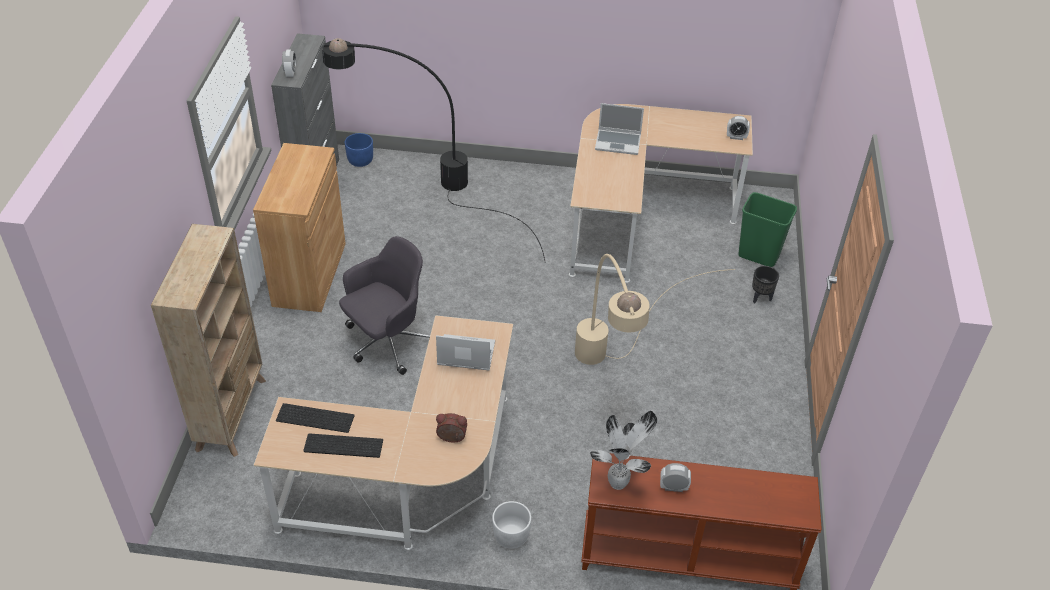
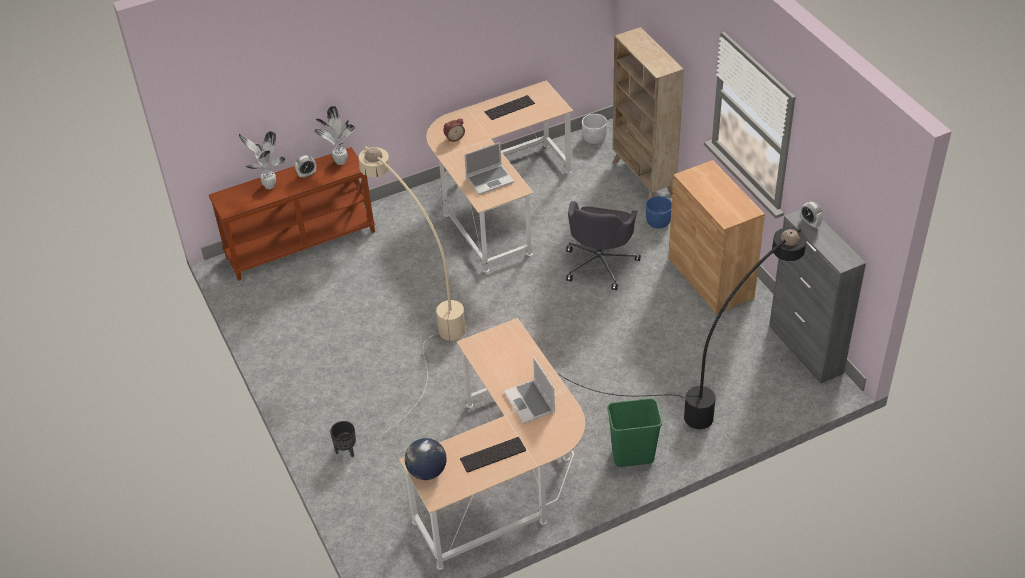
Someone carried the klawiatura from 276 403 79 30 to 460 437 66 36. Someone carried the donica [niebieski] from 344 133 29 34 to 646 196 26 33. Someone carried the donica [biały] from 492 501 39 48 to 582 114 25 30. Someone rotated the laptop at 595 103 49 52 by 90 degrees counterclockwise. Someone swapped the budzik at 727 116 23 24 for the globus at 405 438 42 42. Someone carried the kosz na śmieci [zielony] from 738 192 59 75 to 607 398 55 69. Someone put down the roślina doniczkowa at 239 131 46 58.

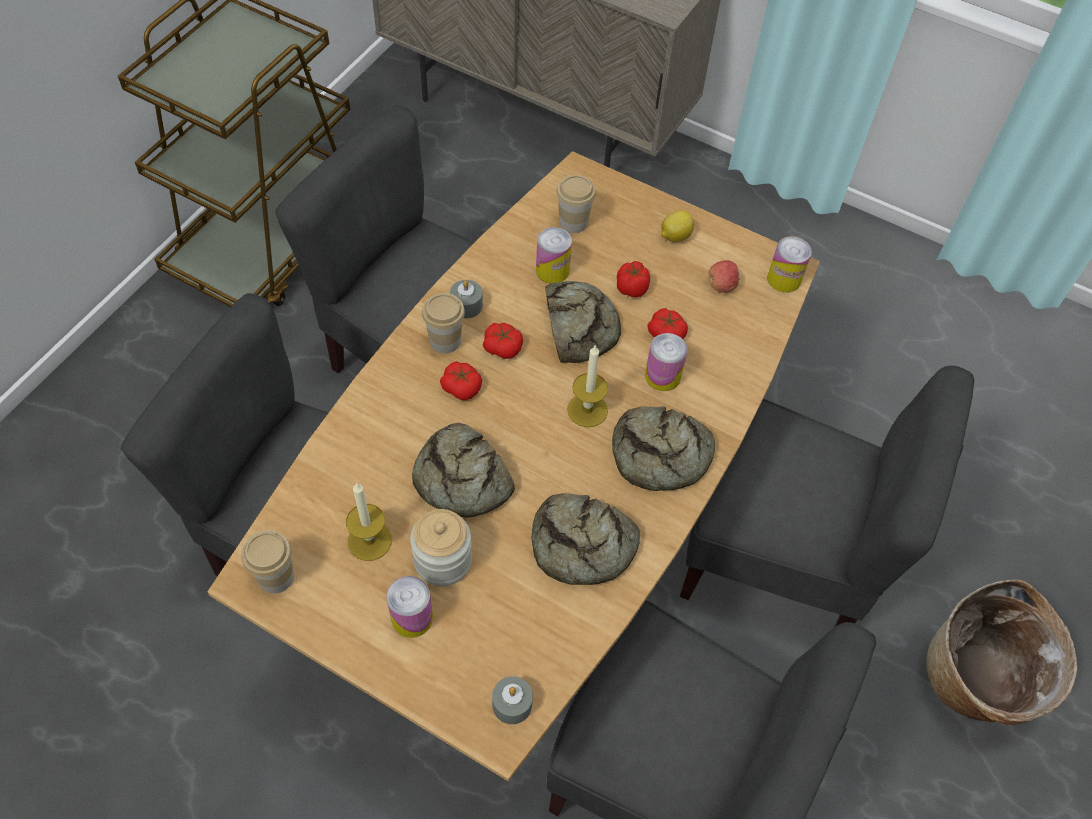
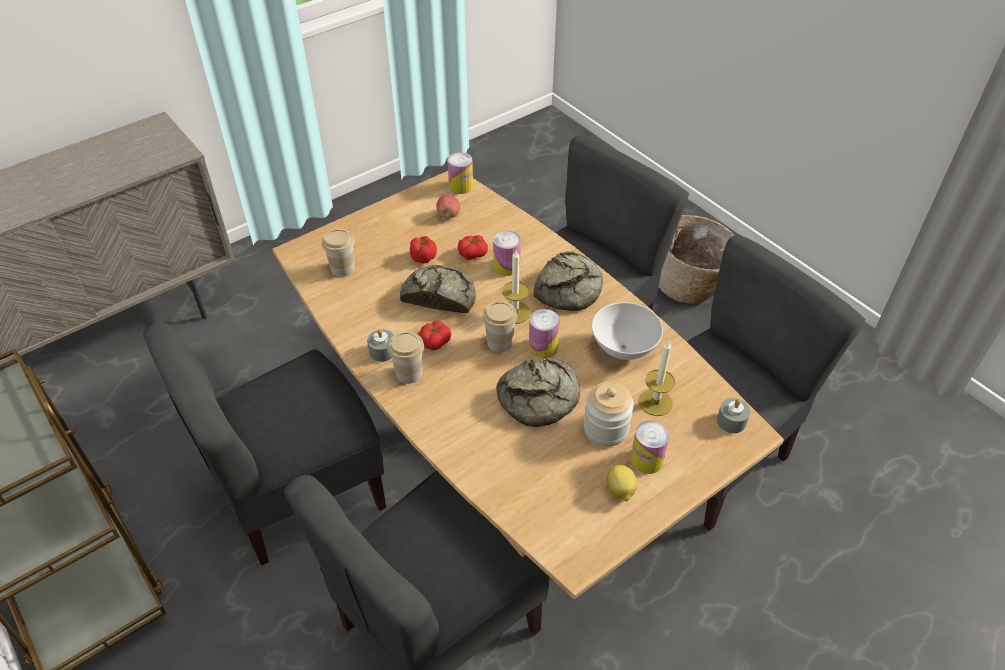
Someone carried the filiżanka from 241 530 53 64 to 483 301 35 51. Someone carried the świeca from 346 482 46 79 to 638 340 37 76. Someone took away the pomidor at 440 361 42 39. Someone swapped the chleb at 531 493 109 92 for the miska [biały] at 592 302 71 58. Someone carried the puszka from 536 227 36 56 to 529 309 31 49. Someone carried the cytryna from 661 211 33 31 to 607 465 30 36.

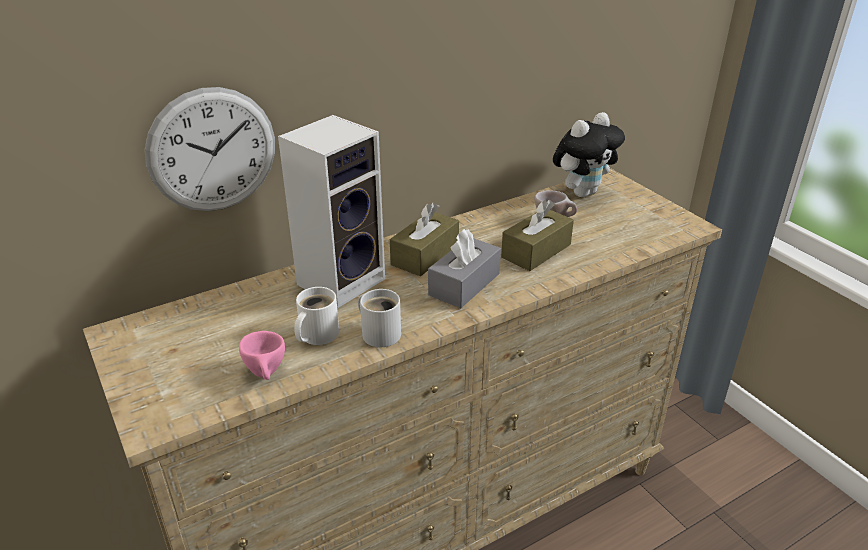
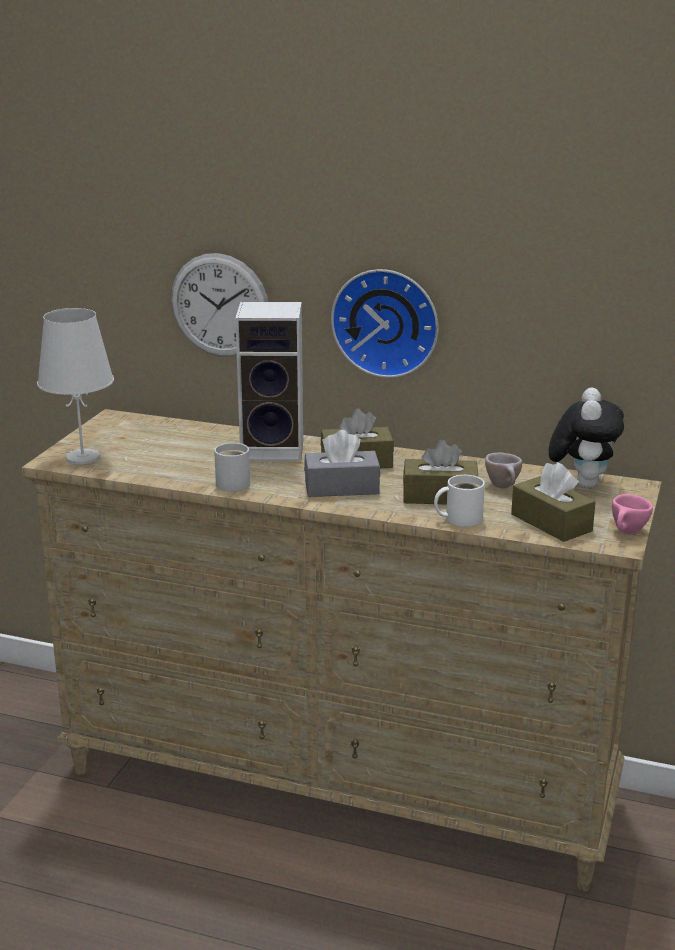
Someone carried the filiżanka [różowy] from 239 331 46 49 to 612 494 41 40. Someone carried the kubek [biały] from 294 287 45 58 to 434 475 51 52. Someone rotated the pluszak at 553 112 72 86 by 90 degrees counterclockwise. Someone put down the lampa stołowa [biały] at 37 308 77 156. Someone put up the zegar ścienny at 331 269 107 109. Someone put down the pudełko chusteczek [brązowy] at 511 462 84 80.

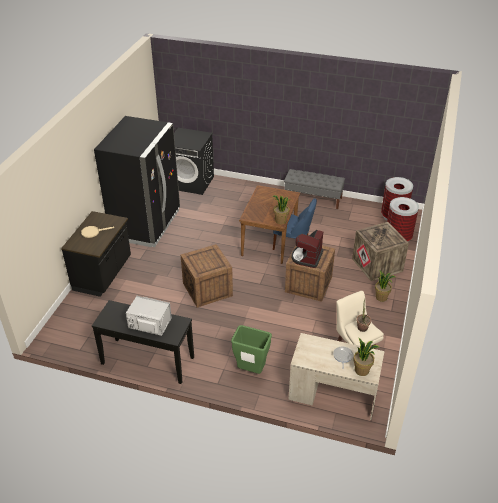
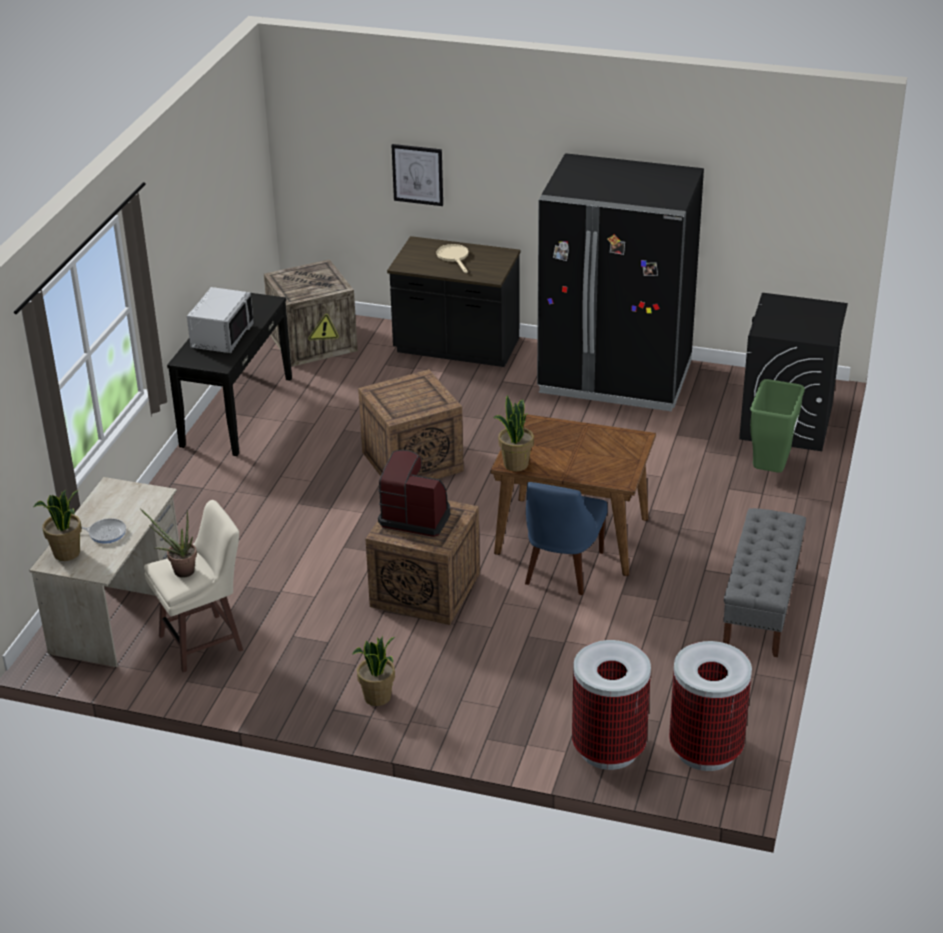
Someone carried the kosz na śmieci [zielony] from 231 325 41 49 to 750 379 55 94. Someone carried the skrzynka from 352 222 57 59 to 264 259 94 108. Someone put up the obraz at 391 144 52 62.

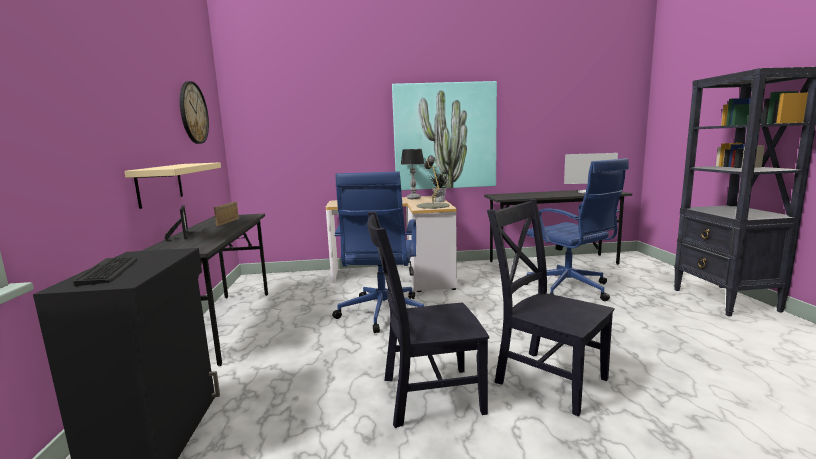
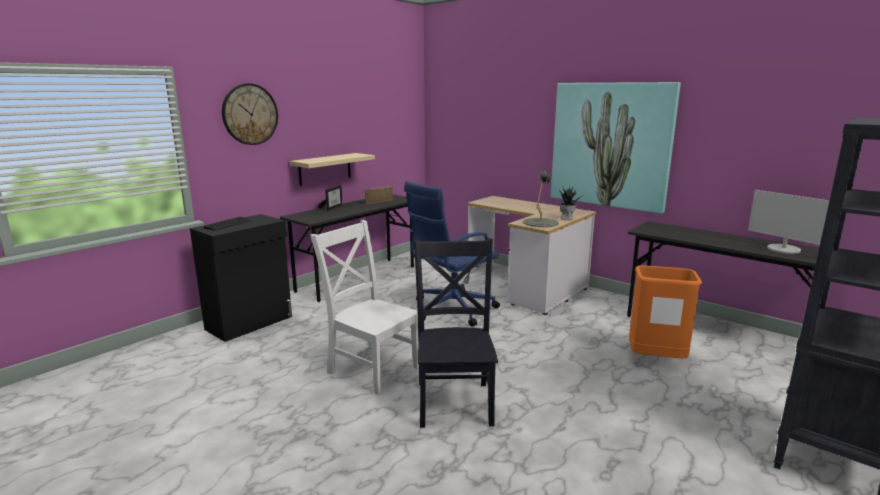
Someone carried the zegar ścienny from 180 81 29 63 to 222 83 56 62. Someone repainted the krzesło [czarny] at 367 212 122 216, which became the krzesło [biały] at 310 220 109 175. Someone took away the lampa stołowa at 401 149 24 50. Someone swapped the krzesło biurowe [niebieski] at 525 158 104 143 for the kosz na śmieci [pomarańczowy] at 629 266 73 92.

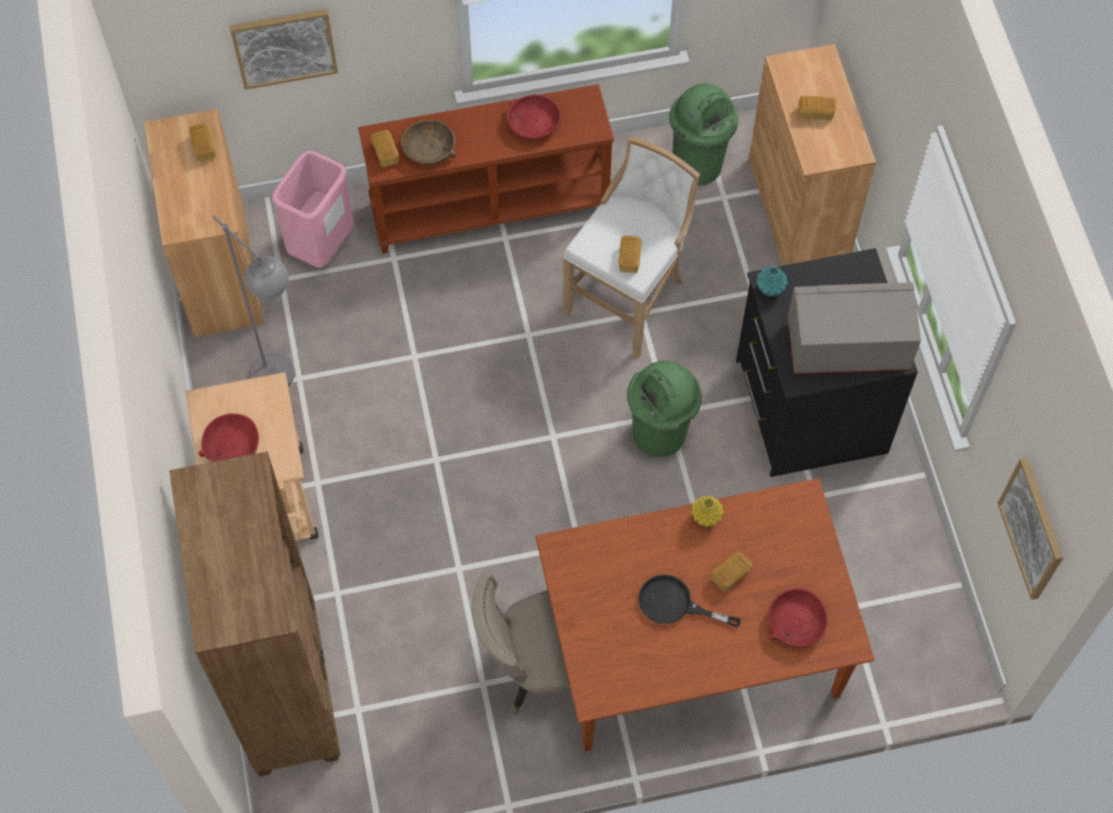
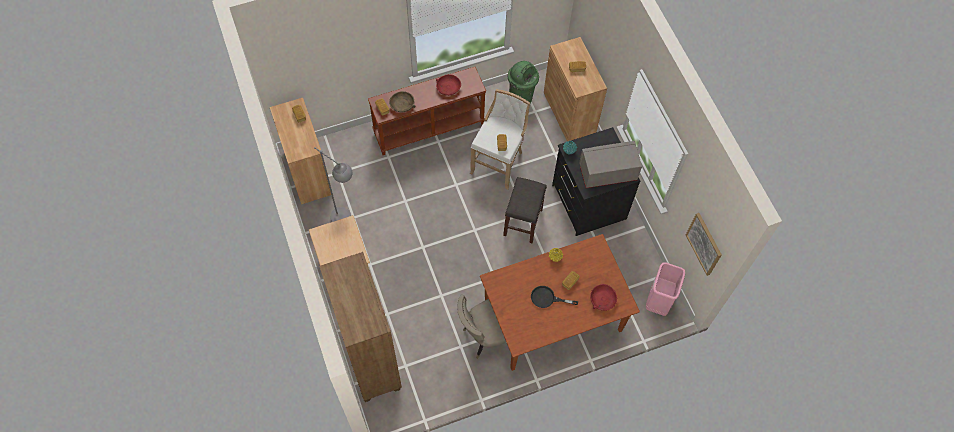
Someone took away the miska [czerwony] at 198 413 61 49. Someone took away the obraz at 230 9 108 81. Someone carried the kosz na śmieci [różowy] from 272 151 81 117 to 646 262 39 54. Someone swapped the kosz na śmieci [zielony] at 627 361 75 96 for the stołek [szary] at 503 177 44 66.

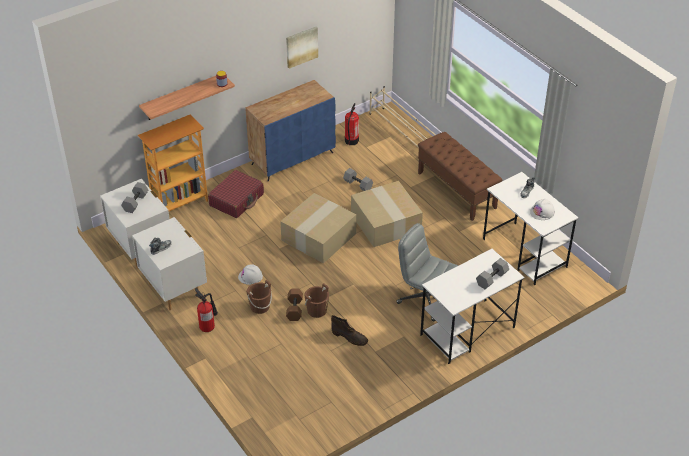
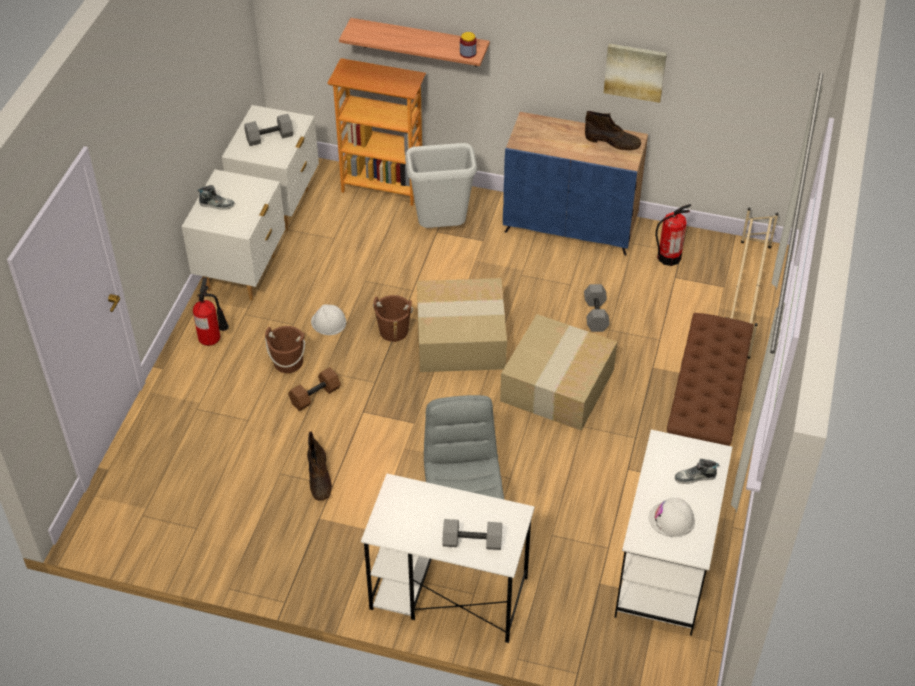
Someone swapped the walizka [czerwony] at 208 170 56 48 for the kosz na śmieci [szary] at 405 143 72 85. Someone carried the wiadro [brązowy] from 304 283 25 35 to 373 295 40 47. Someone put down the but z cholewką [brązowy] at 585 111 56 39.

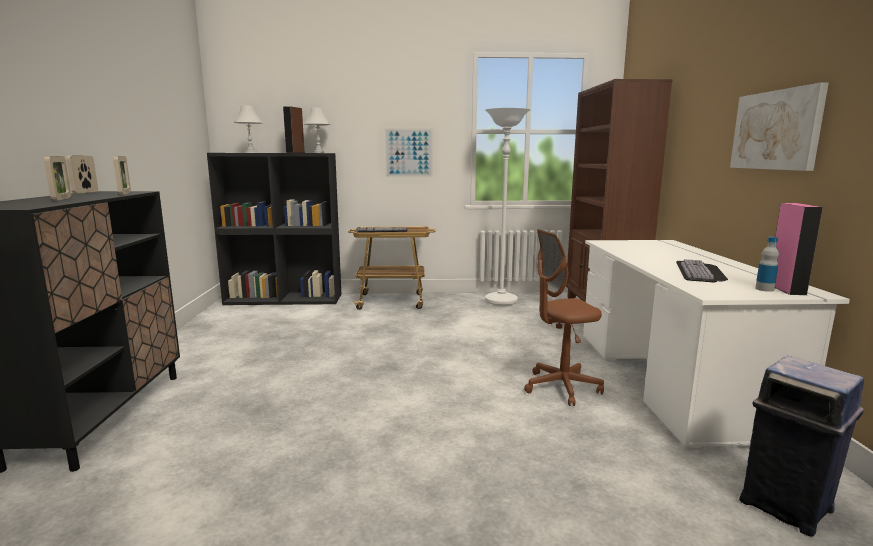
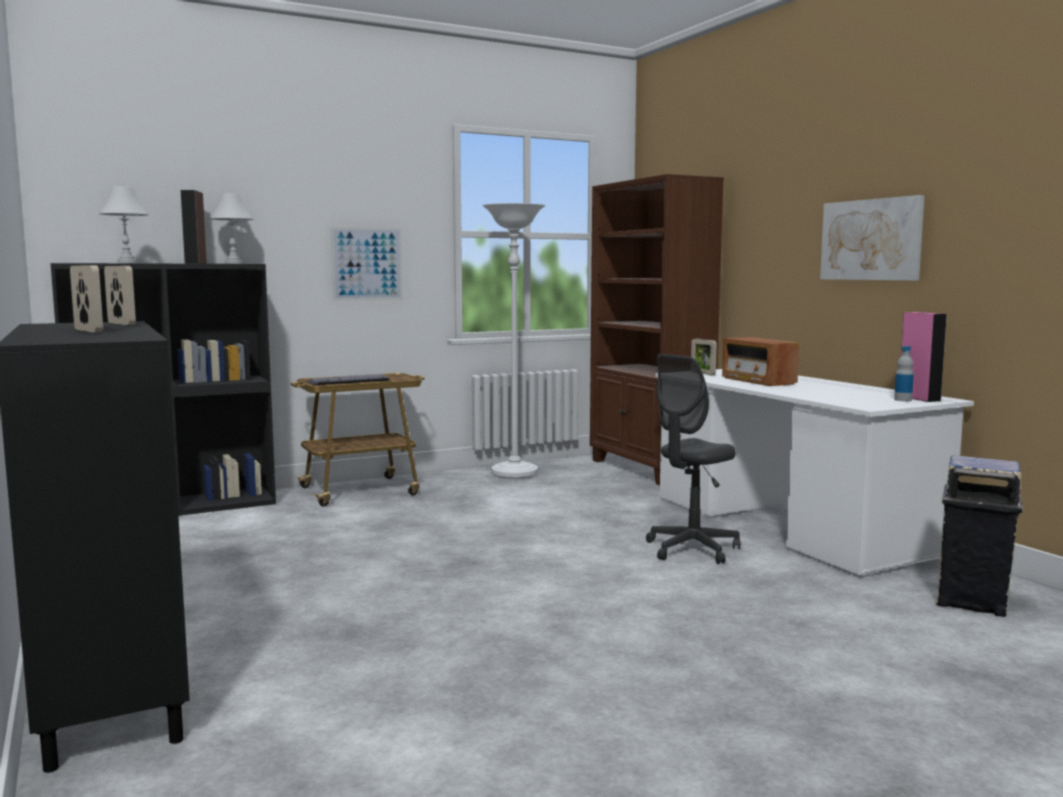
Someone carried the ramka na zdjęcie from 66 156 32 38 to 691 339 26 36. Someone repainted the krzesło biurowe [brązowy] at 524 229 80 177, which became the krzesło biurowe [szary] at 646 354 94 210. Someone took away the klawiatura at 676 259 52 23. Someone repainted the kosz na śmieci [niebieski] at 739 356 125 181, which became the kosz na śmieci [beżowy] at 936 455 87 162. Someone put down the radio at 722 337 77 49.

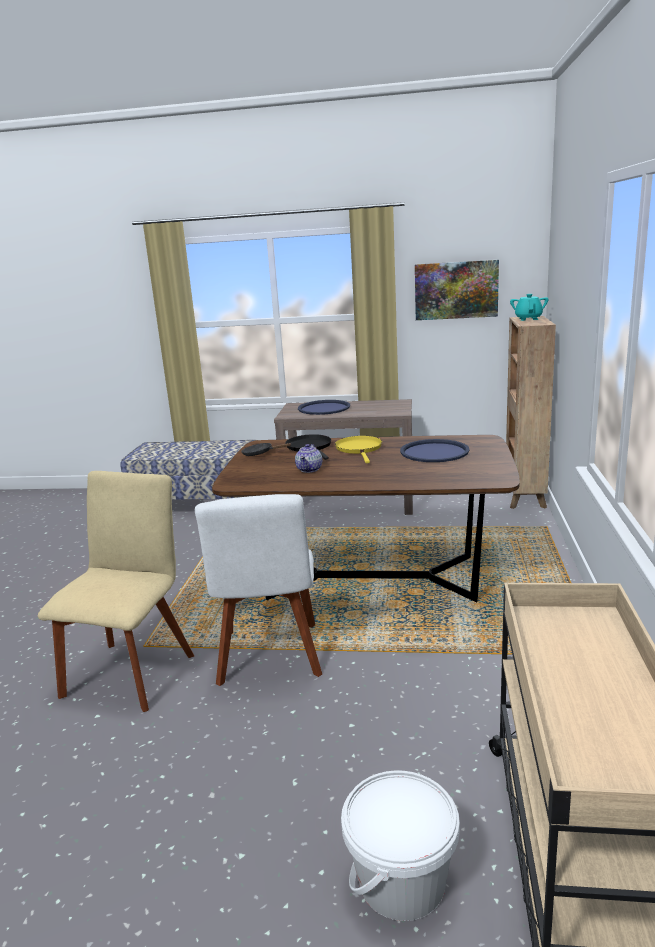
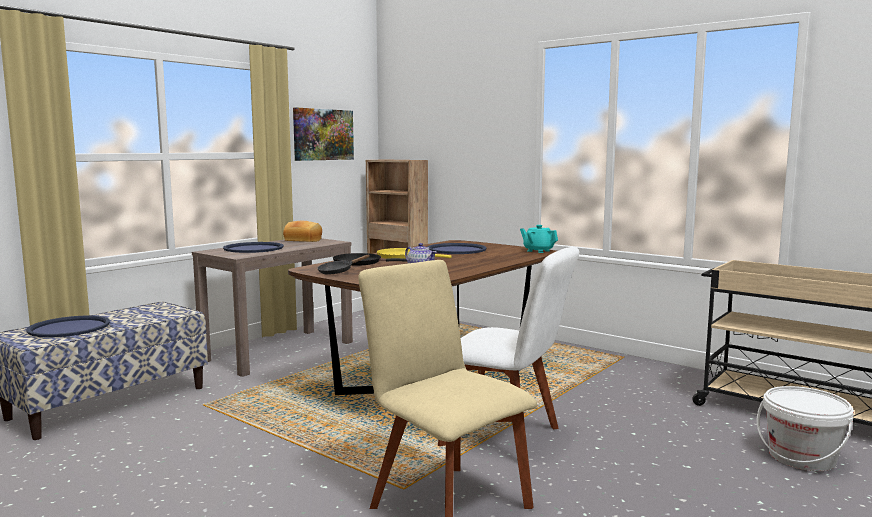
Someone carried the imbryk [turkusowy] from 510 294 39 27 to 520 225 38 28. Someone put down the taca [niebieski] at 26 316 84 21. Someone put down the chleb at 283 221 39 21.

